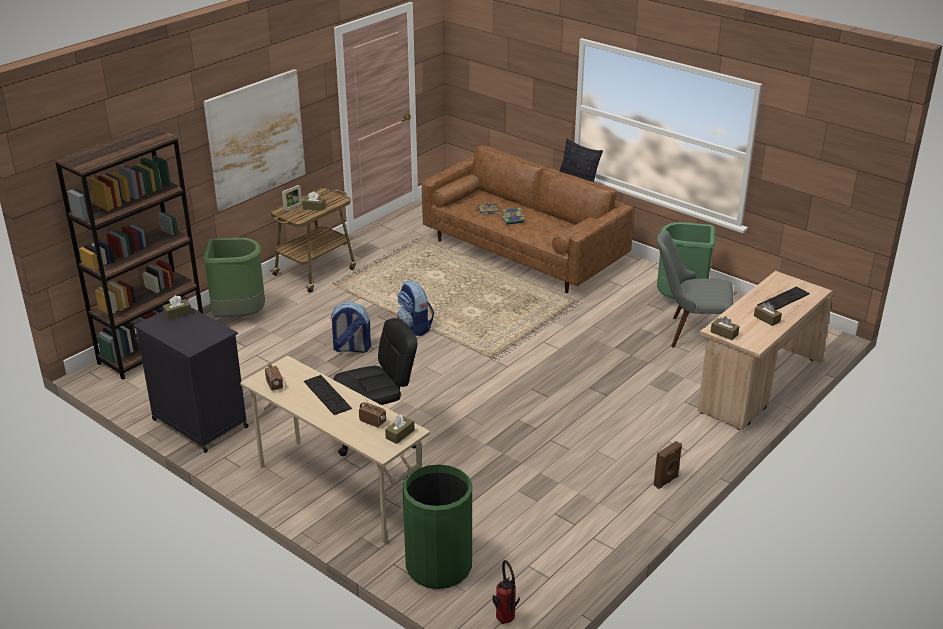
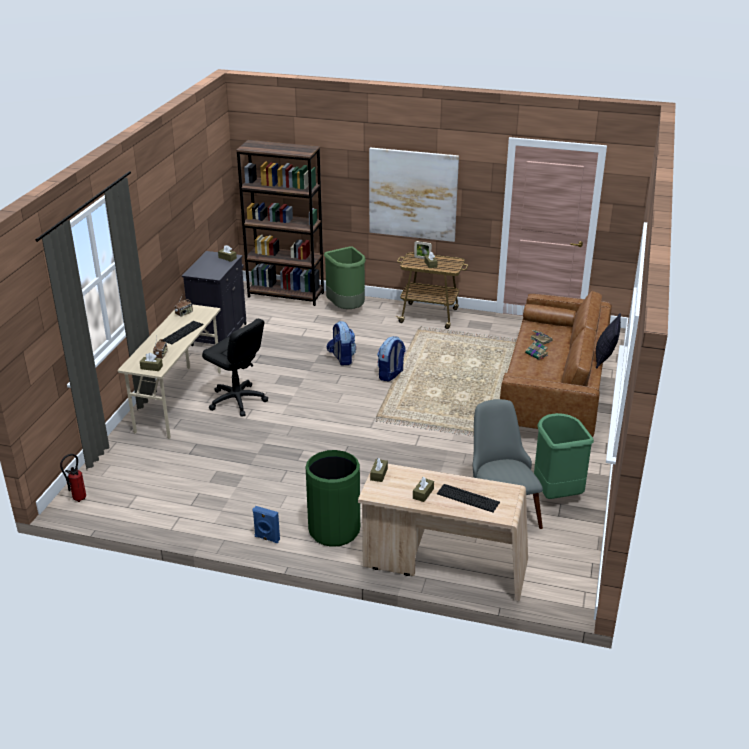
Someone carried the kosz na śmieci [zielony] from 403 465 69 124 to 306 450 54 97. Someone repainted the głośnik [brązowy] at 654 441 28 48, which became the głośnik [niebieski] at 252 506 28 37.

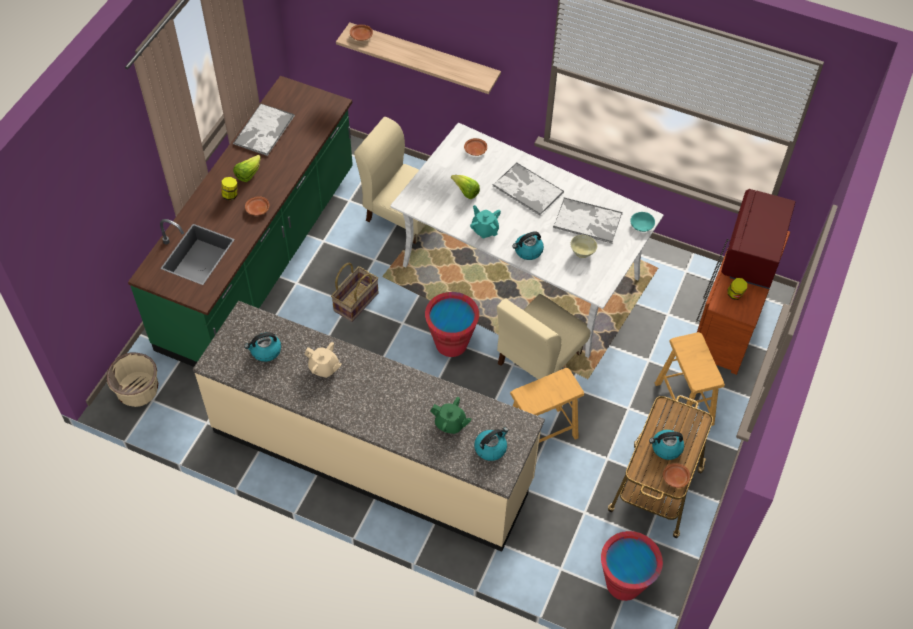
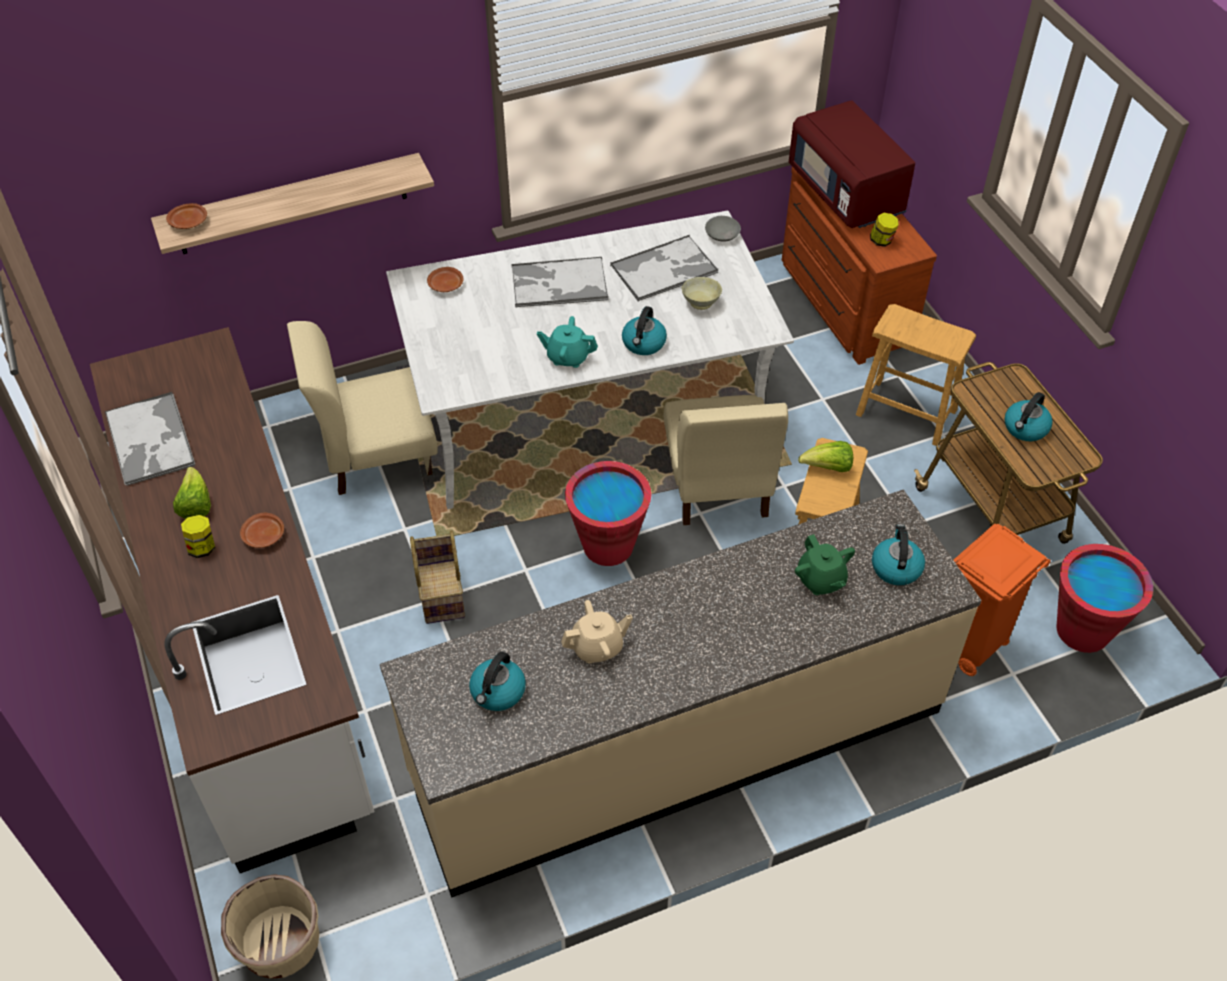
Someone repainted the zabudowa kuchenna [zielony] at 128 76 225 291, which became the zabudowa kuchenna [biały] at 90 327 284 546. Someone rotated the imbryk [zielony] at 430 397 42 37 by 90 degrees clockwise. Someone carried the sałata from 451 175 29 24 to 798 441 55 31. Someone repainted the miska [turkusowy] at 630 212 25 20, which became the miska [szary] at 705 216 36 26. Someone took away the talerz [brązowy] at 663 463 27 25. Someone put down the kosz na śmieci [pomarańczowy] at 954 524 97 152.

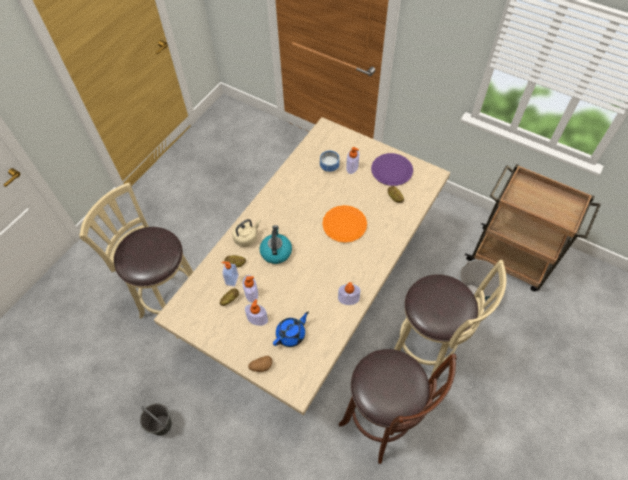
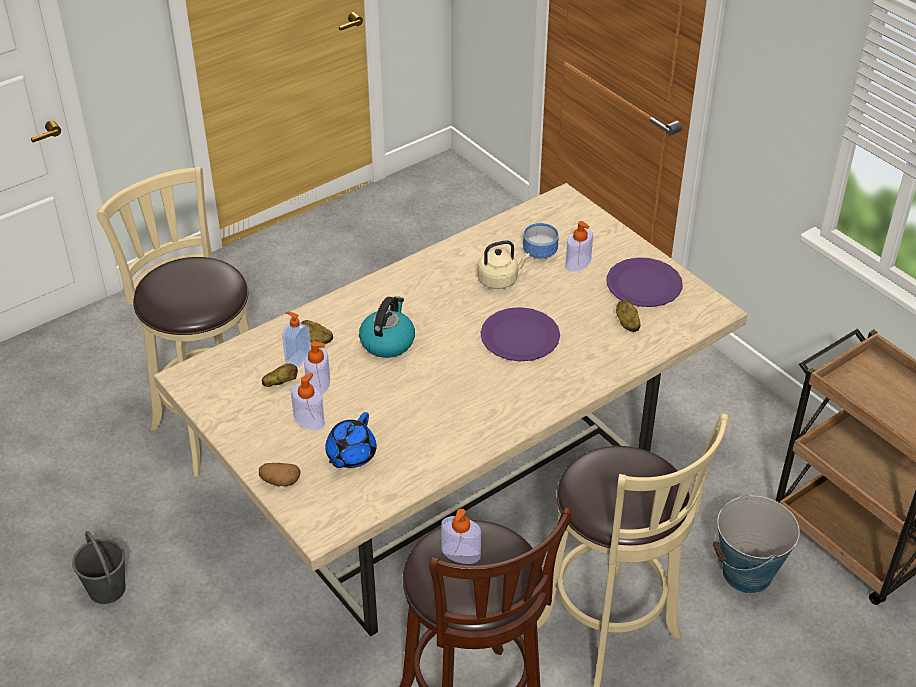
Someone carried the czajnik [beżowy] from 232 219 29 28 to 477 240 53 49. Someone rotated the imbryk [niebieski] at 273 311 36 36 by 135 degrees clockwise. Someone repainted the talerz [pomarańczowy] at 322 205 45 38, which became the talerz [fioletowy] at 481 307 79 54. Someone carried the dozownik mydła from 338 282 23 23 to 441 509 40 55.

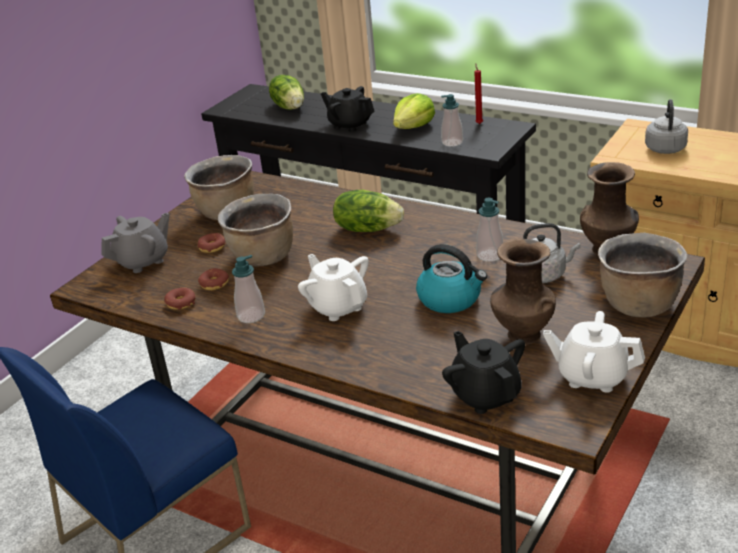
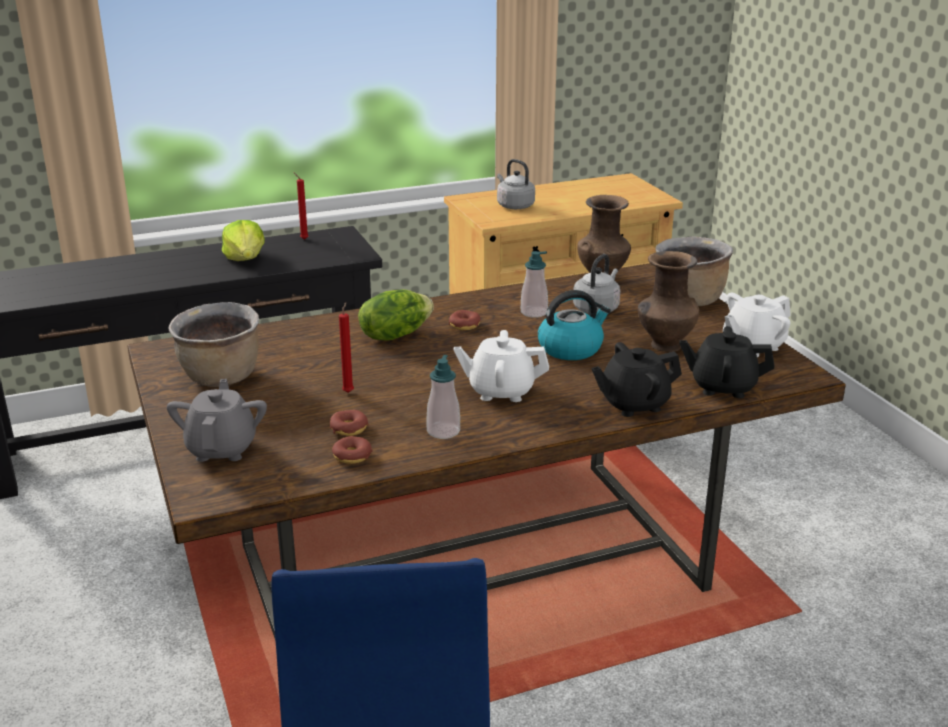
Someone carried the donut from 198 233 27 20 to 449 310 32 21. Someone swapped the garnek [brązowy] at 218 194 75 72 for the świeca [czerwony] at 339 303 15 90. Someone took away the sałata at 269 75 35 35. Someone carried the imbryk [czarny] from 320 86 55 46 to 591 342 91 75. Someone took away the dozownik mydła at 441 94 22 53.

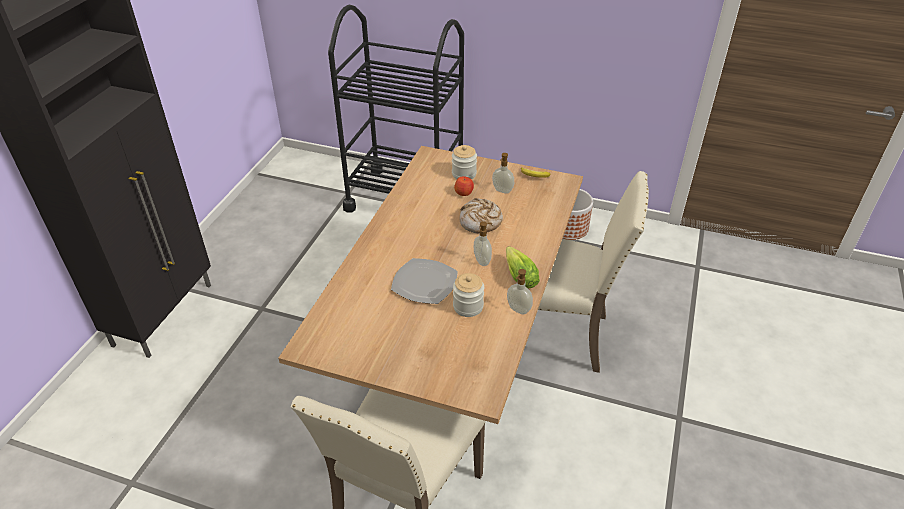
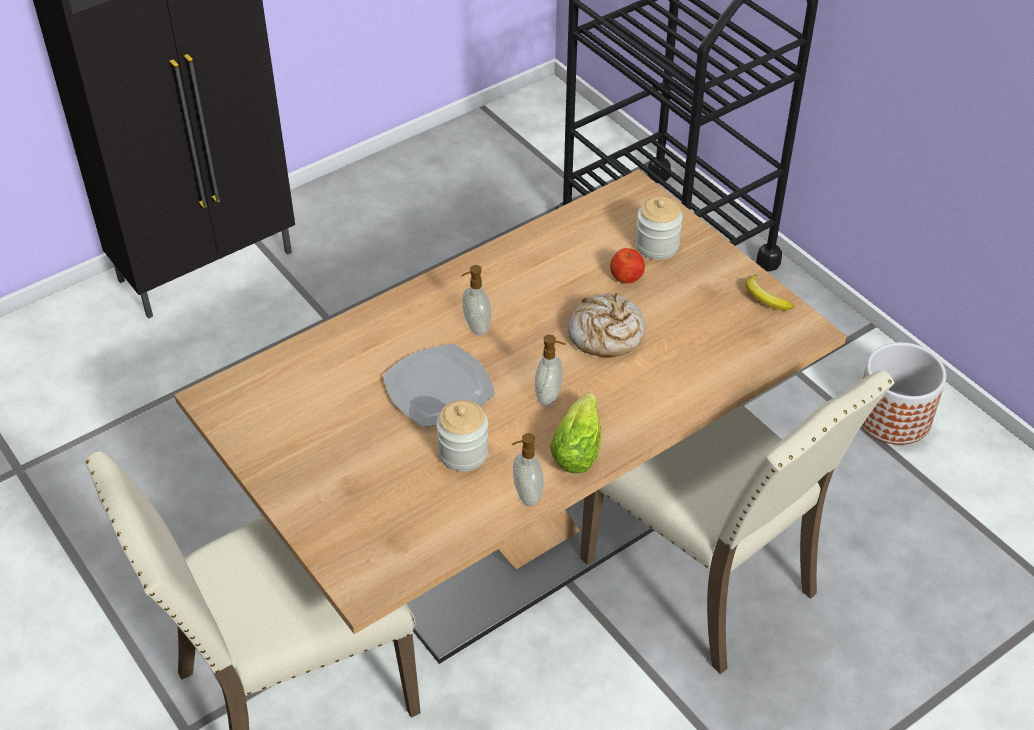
Someone carried the dozownik mydła from 492 153 22 41 to 461 265 30 70.

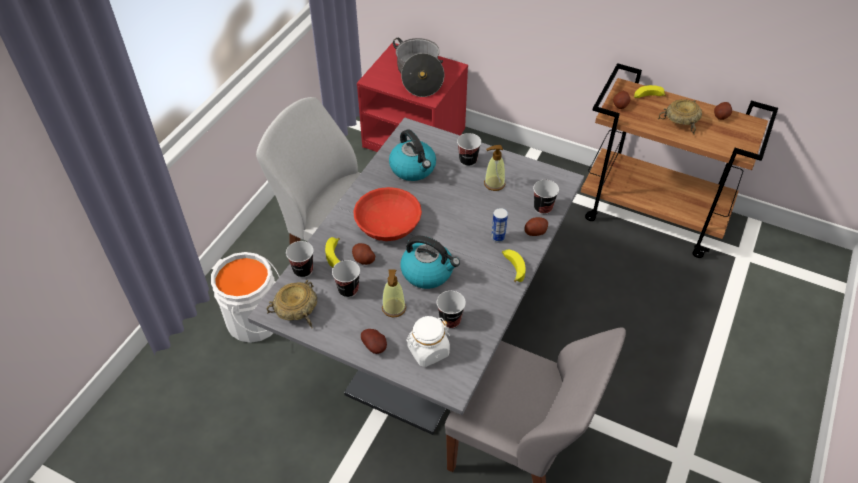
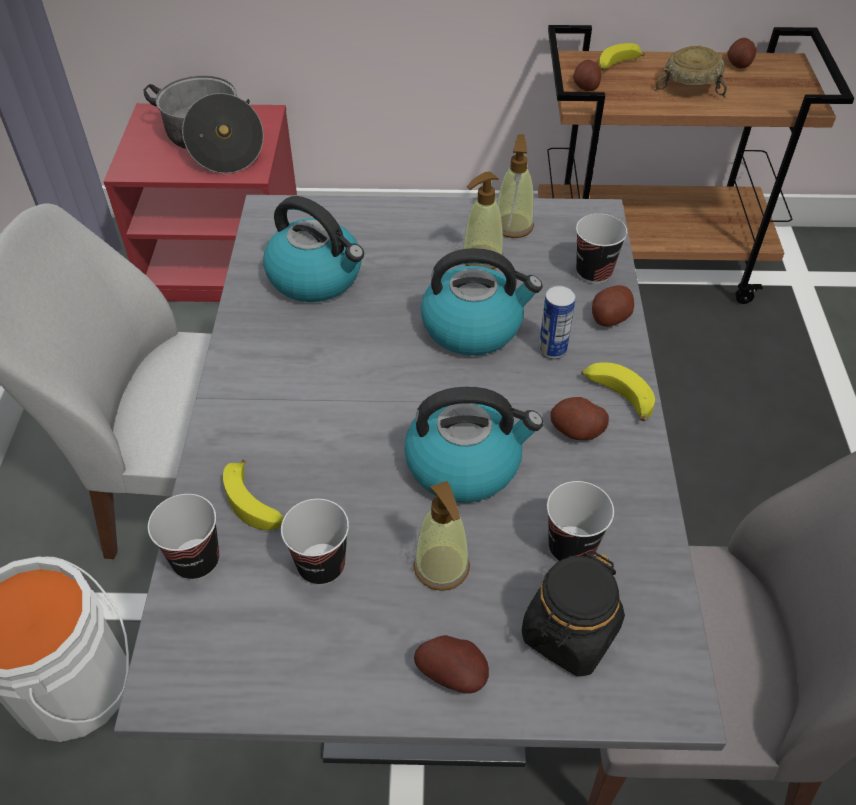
Someone took away the miska [beżowy] at 267 280 50 48. Someone carried the ziemniak from 352 243 23 22 to 550 397 59 43. Someone took away the miska [czerwony] at 353 187 69 54. Someone repainted the słoik [biały] at 406 316 44 51, which became the słoik [czarny] at 522 551 103 126. Someone took away the filiżanka at 457 133 24 34. Someone put down the czajnik at 421 248 122 108. Someone put down the dozownik mydła at 497 134 37 104.

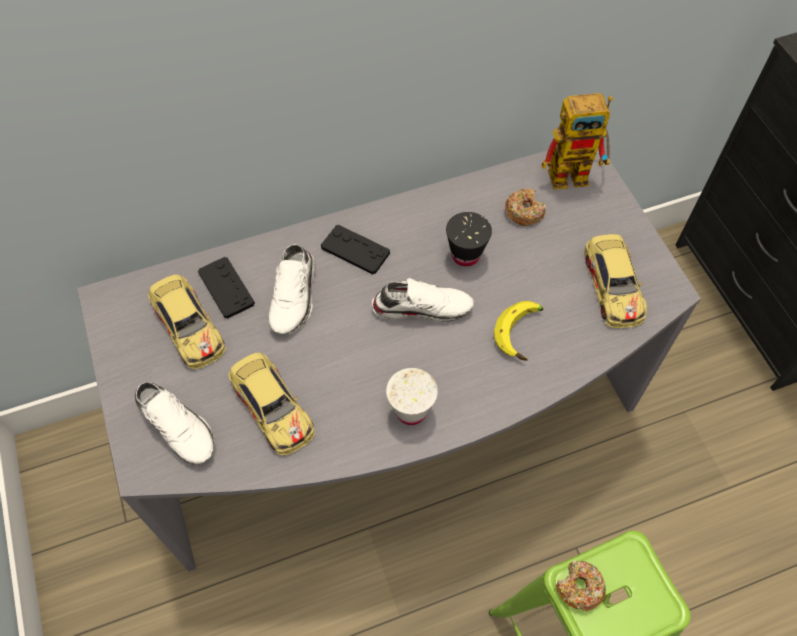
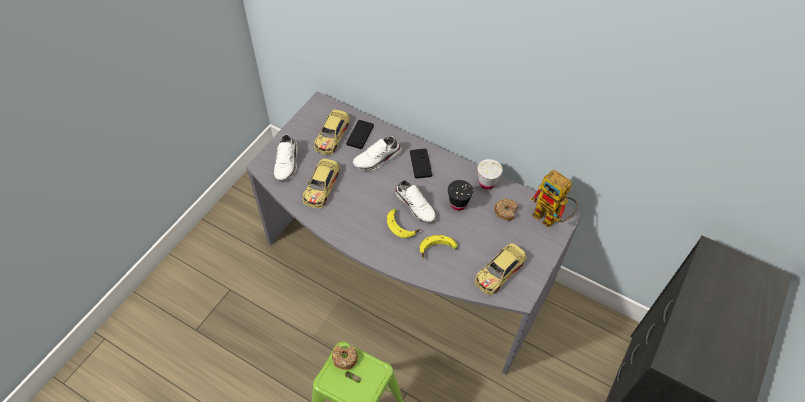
Someone carried the filiżanka [biały] from 386 368 52 57 to 477 159 26 31. Someone put down the banan at 387 209 34 29.

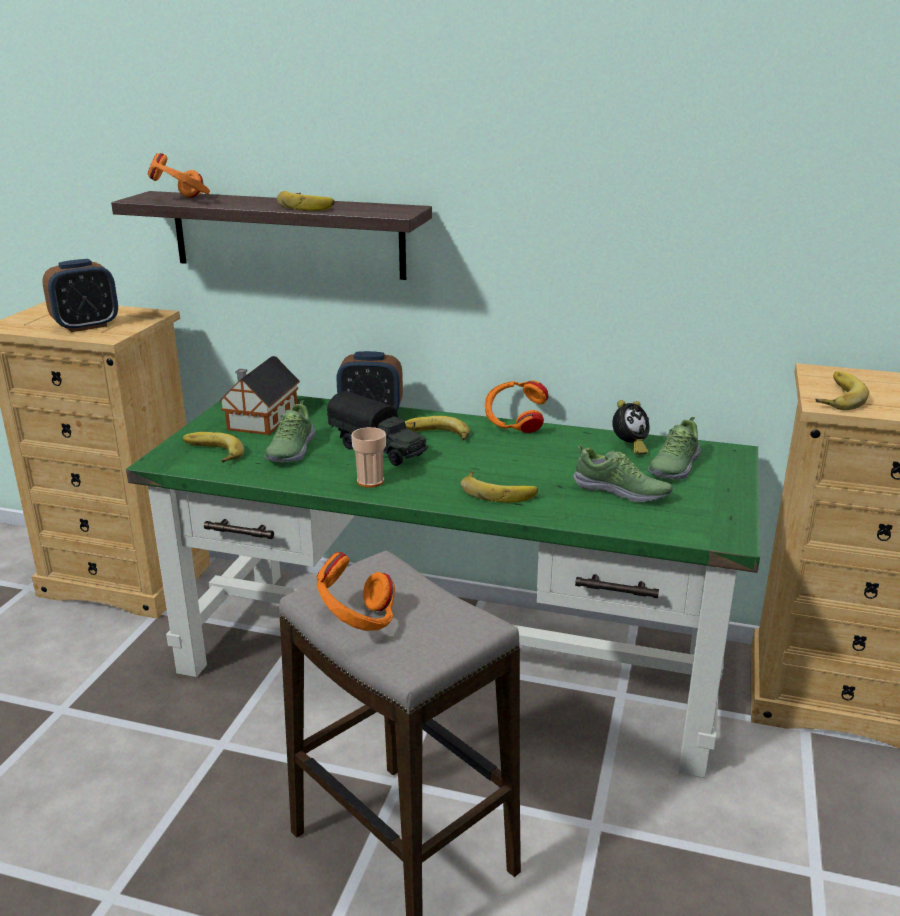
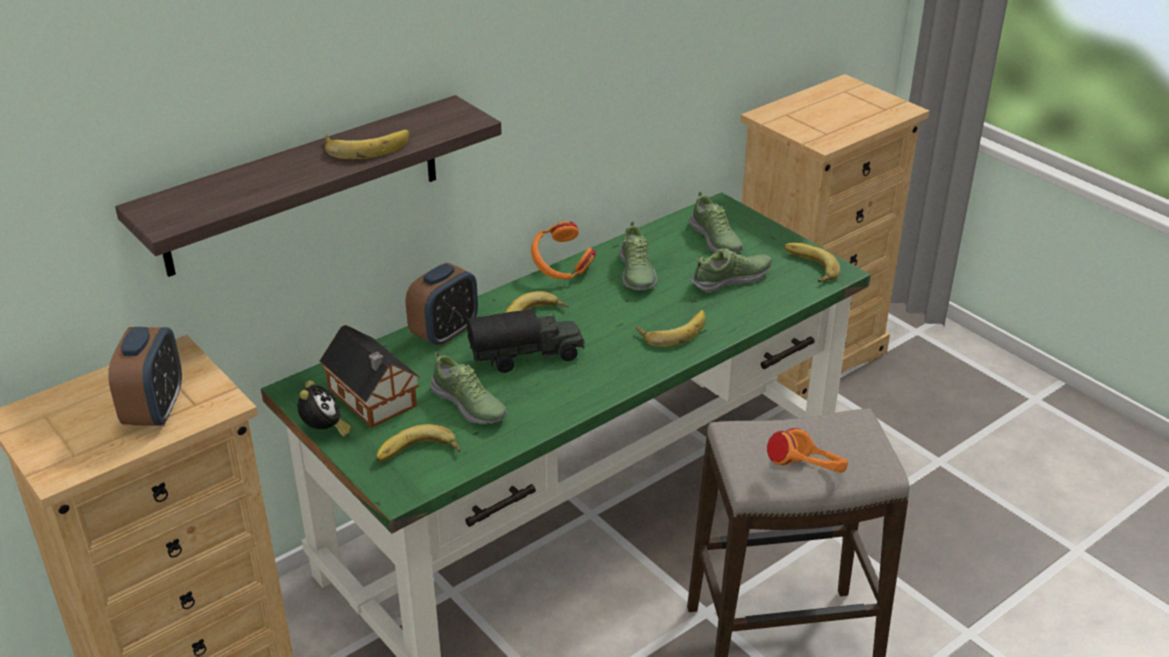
Someone took away the słuchawki [pomarańczowy] at 148 153 62 45. Someone took away the filiżanka at 351 427 35 61. Someone carried the budzik from 612 400 38 55 to 298 380 53 57. Someone carried the banan from 816 371 53 39 to 784 243 56 40. Someone put down the but at 619 222 38 68.

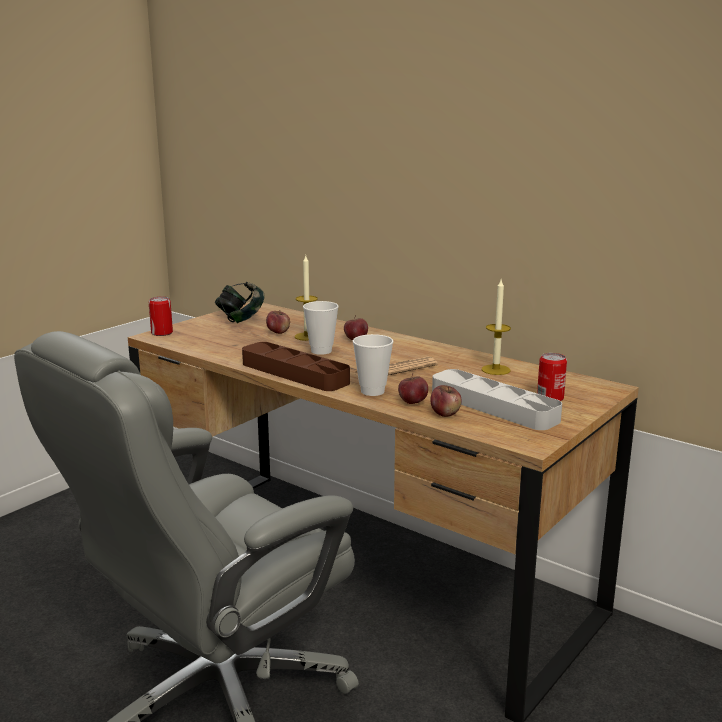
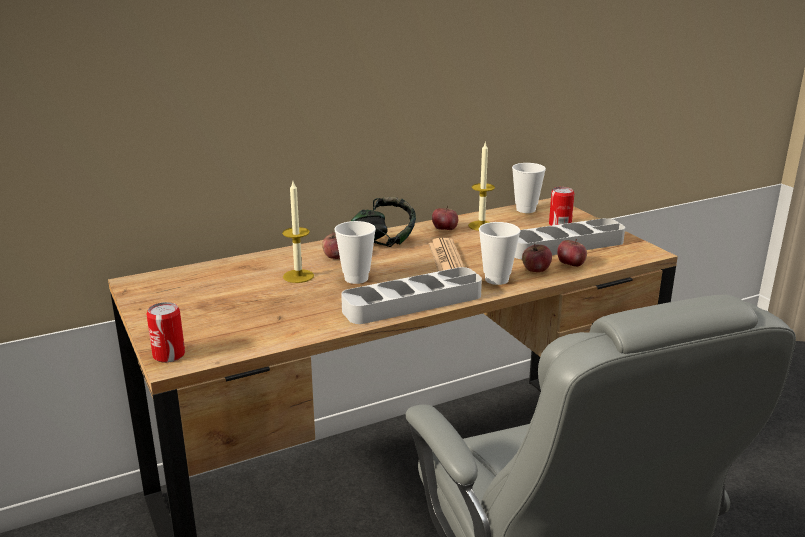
Someone carried the słuchawki from 215 282 50 41 to 351 197 65 50. Someone repainted the taca [brązowy] at 242 342 108 49, which became the taca [szary] at 341 267 141 57. Someone carried the jabłko from 266 310 24 24 to 432 206 26 24. Someone put down the filiżanka at 512 163 34 50.

